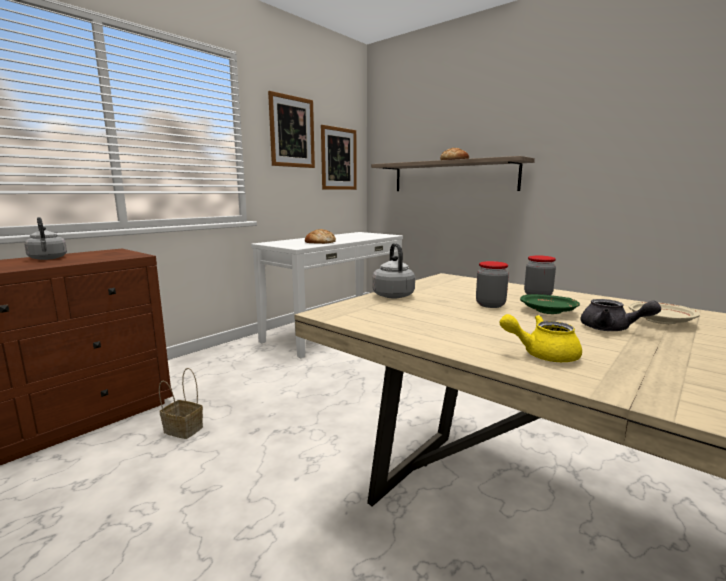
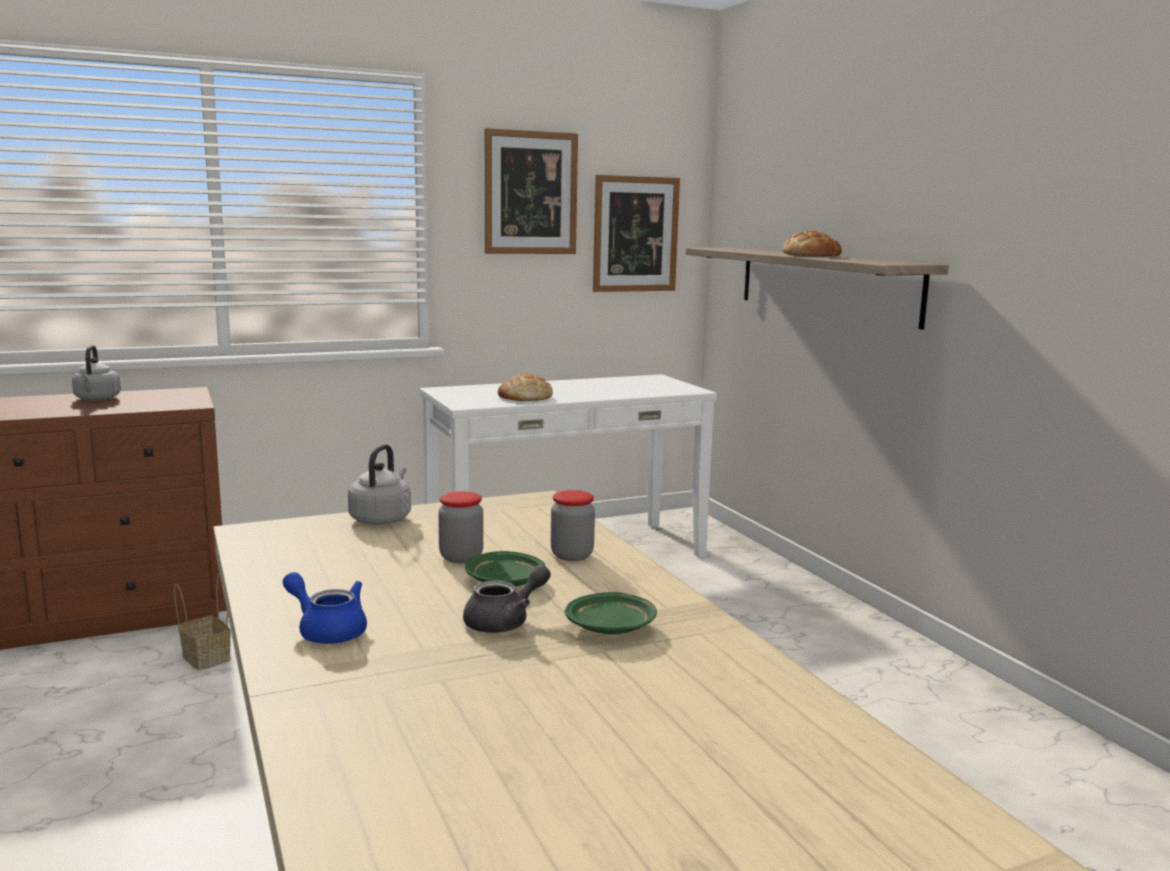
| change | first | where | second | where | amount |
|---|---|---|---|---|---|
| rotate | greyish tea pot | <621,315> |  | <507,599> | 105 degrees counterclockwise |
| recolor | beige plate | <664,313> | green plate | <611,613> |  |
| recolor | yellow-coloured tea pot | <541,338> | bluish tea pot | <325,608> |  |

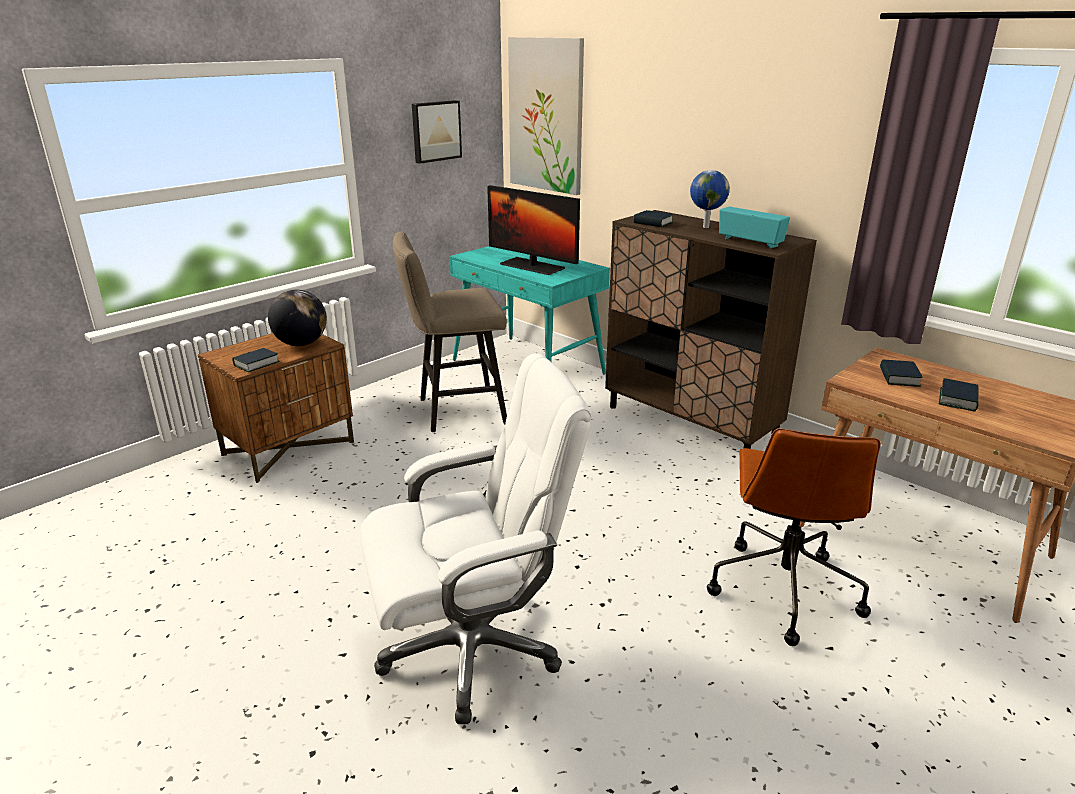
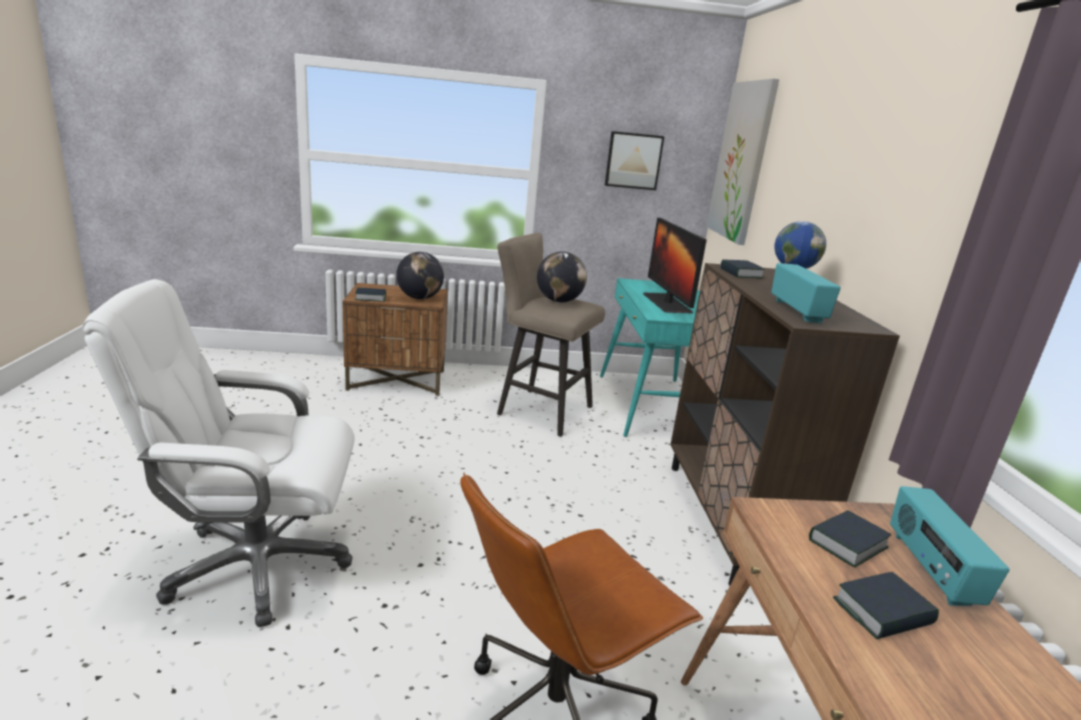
| change | first | where | second | where | amount |
|---|---|---|---|---|---|
| rotate | white computer chair | <475,538> |  | <218,453> | 150 degrees clockwise |
| insert |  |  | globe | <562,277> |  |
| insert |  |  | radio | <950,546> |  |

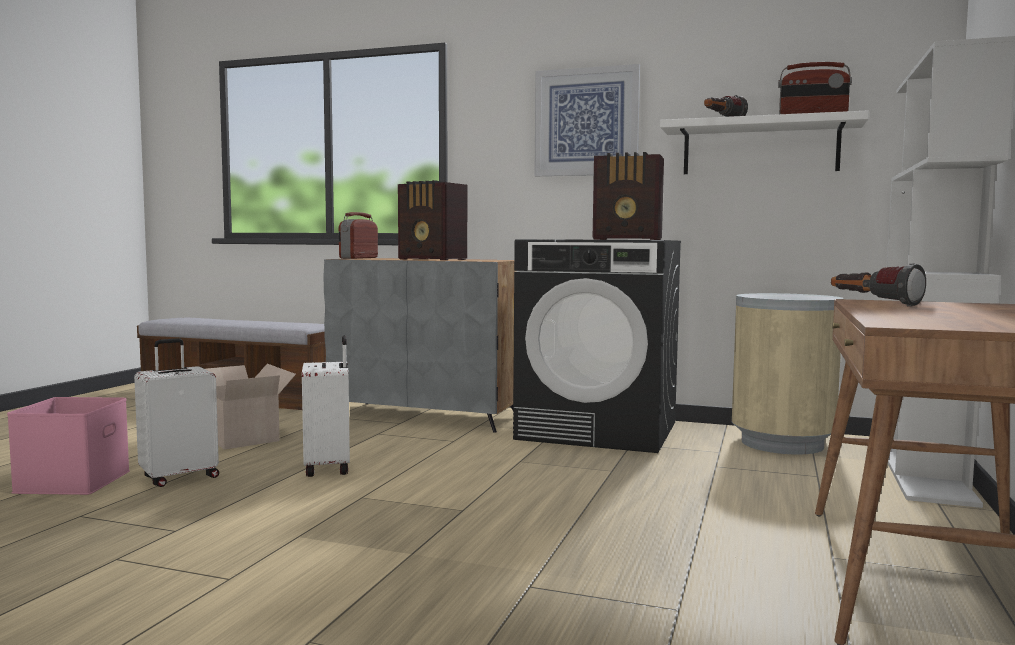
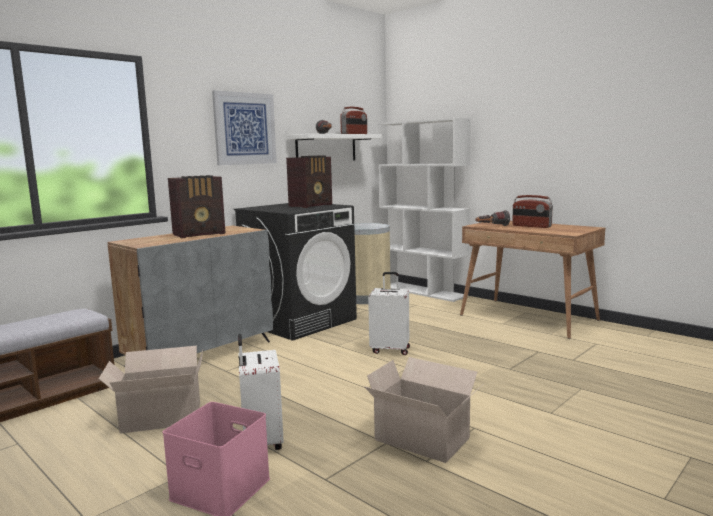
| change | first | where | second | where | amount |
|---|---|---|---|---|---|
| move | radio | <358,235> |  | <532,211> |  |
| move | white suitcase | <326,406> |  | <389,313> |  |
| insert |  |  | carton | <423,410> |  |

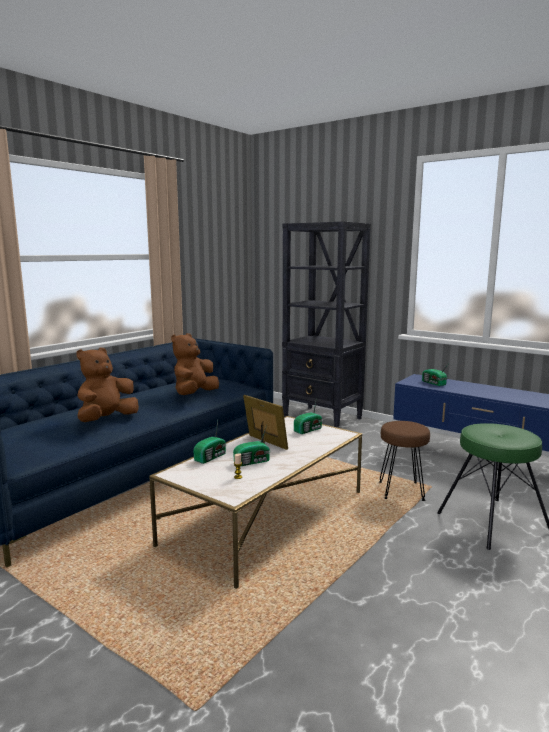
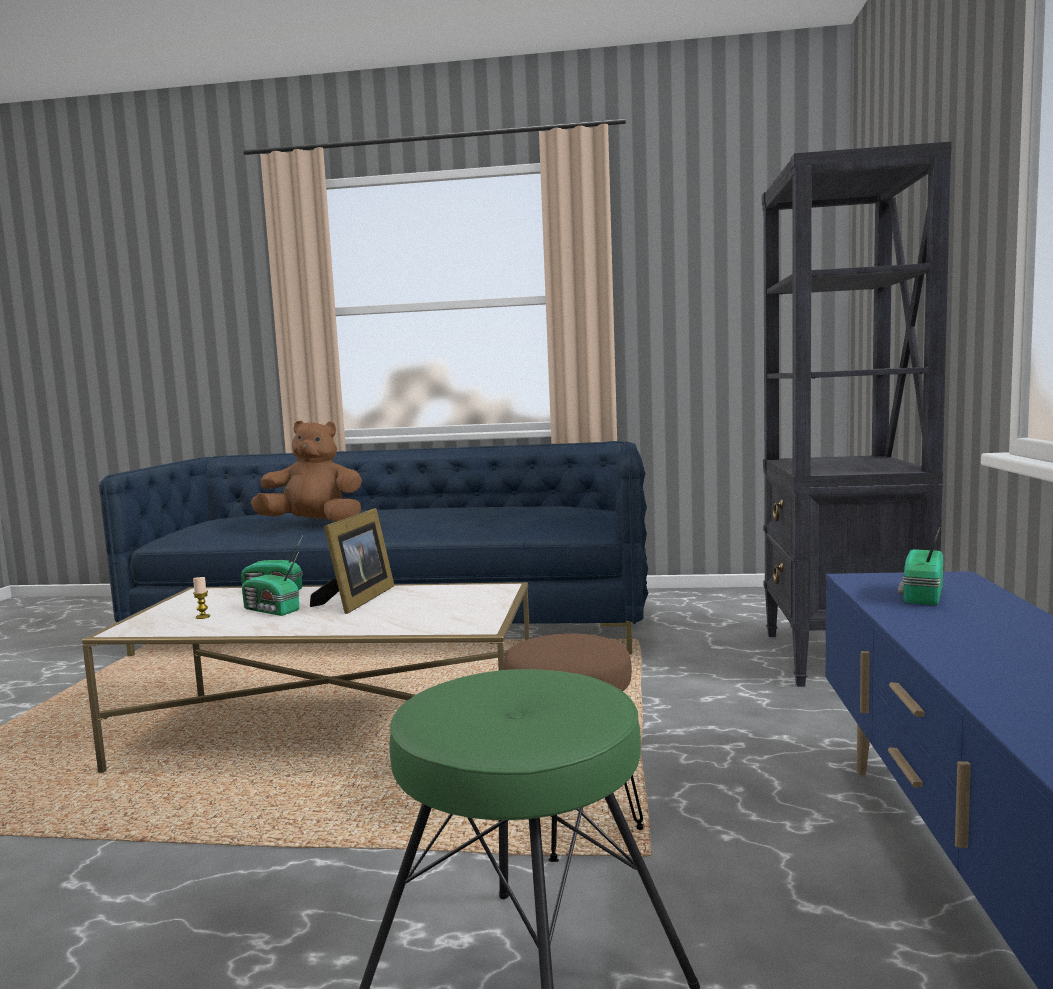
| change | first | where | second | where | amount |
|---|---|---|---|---|---|
| delete | brown-coloured soft toy | <195,364> |  |  |  |
| delete | radio | <308,418> |  |  |  |

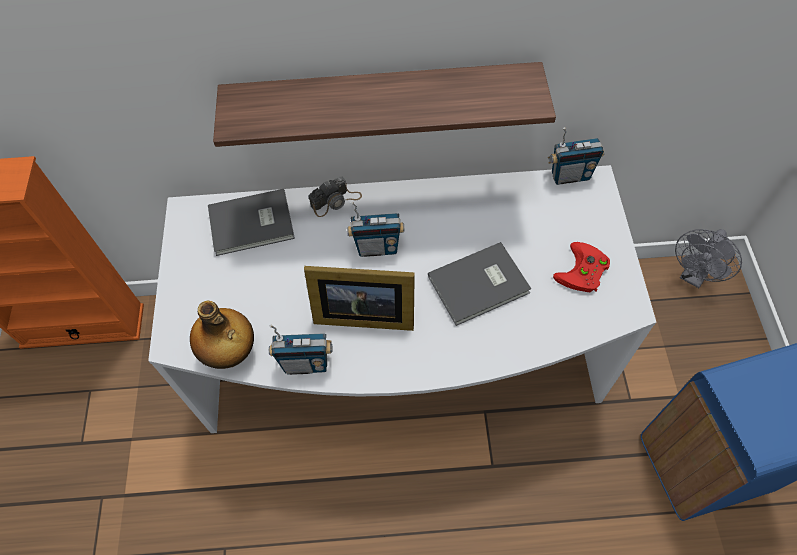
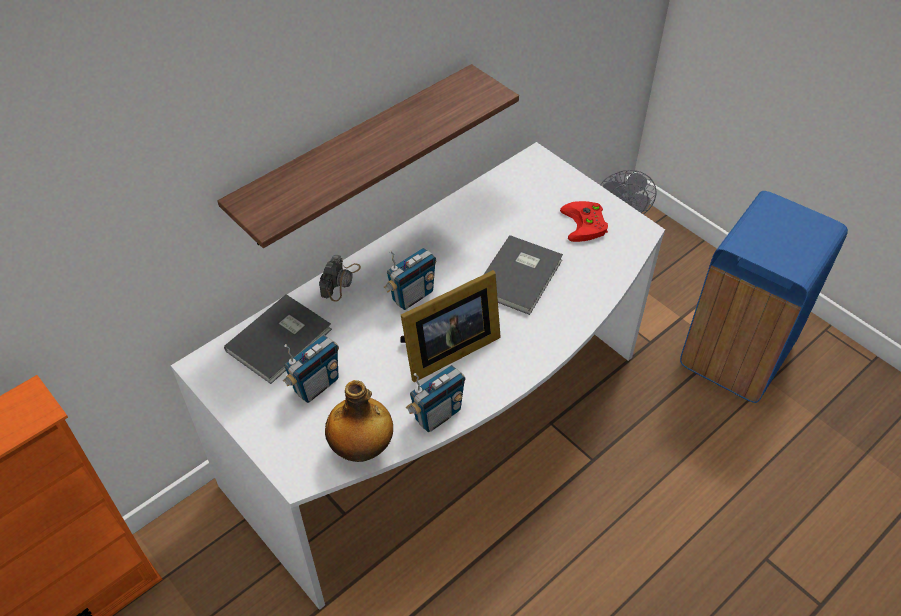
| change | first | where | second | where | amount |
|---|---|---|---|---|---|
| move | radio | <576,156> |  | <311,369> |  |

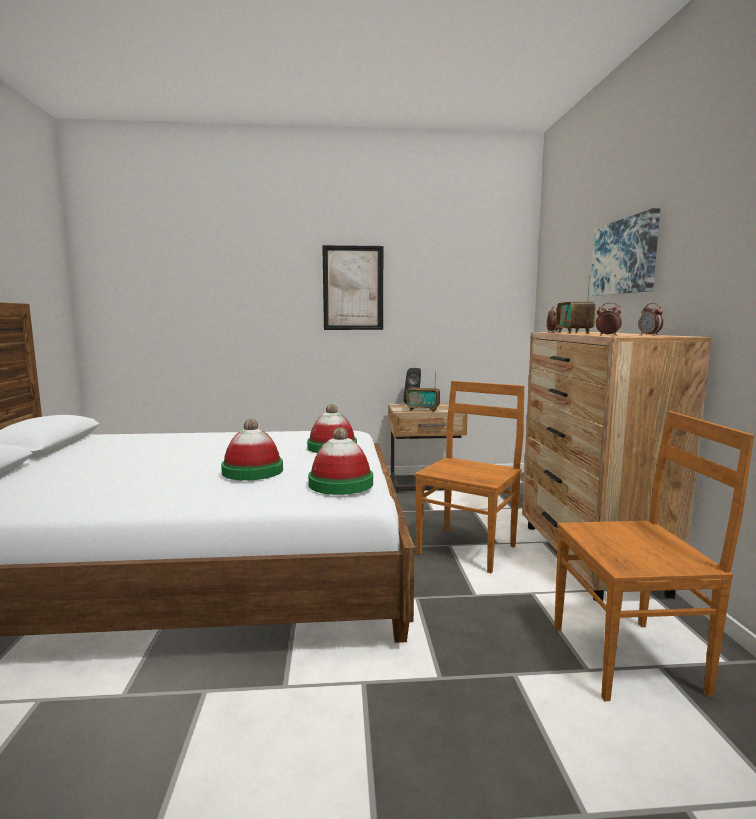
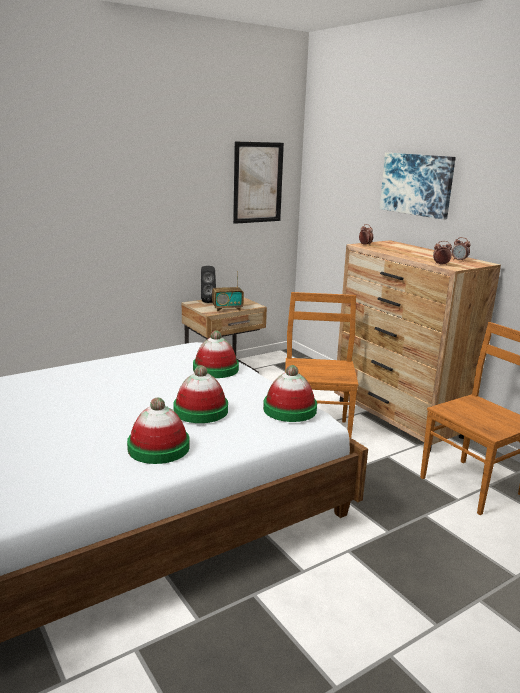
| change | first | where | second | where | amount |
|---|---|---|---|---|---|
| move | wall art | <352,287> |  | <258,183> |  |
| delete | radio | <576,304> |  |  |  |
| insert |  |  | wearable hat | <158,431> |  |

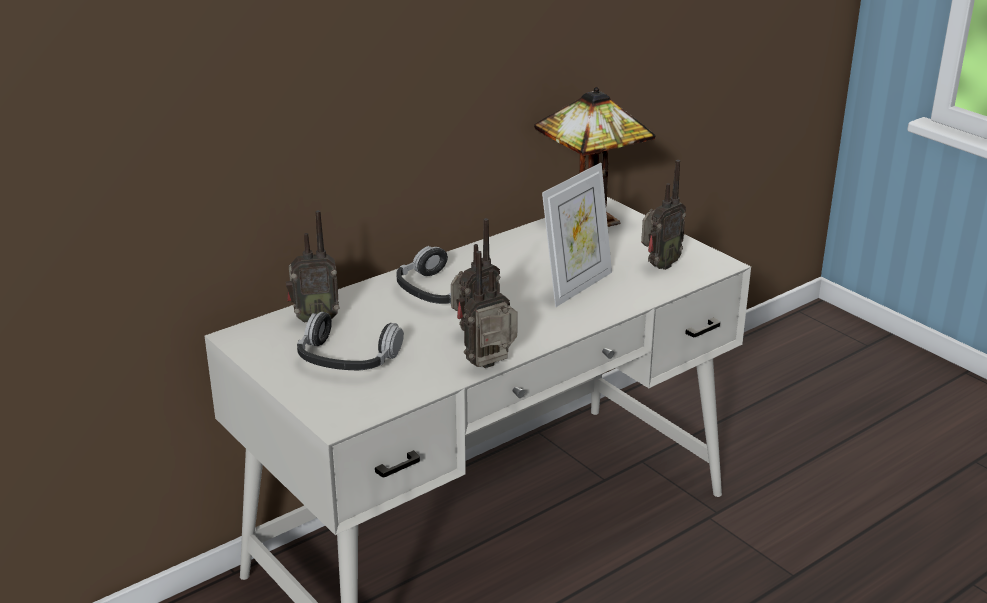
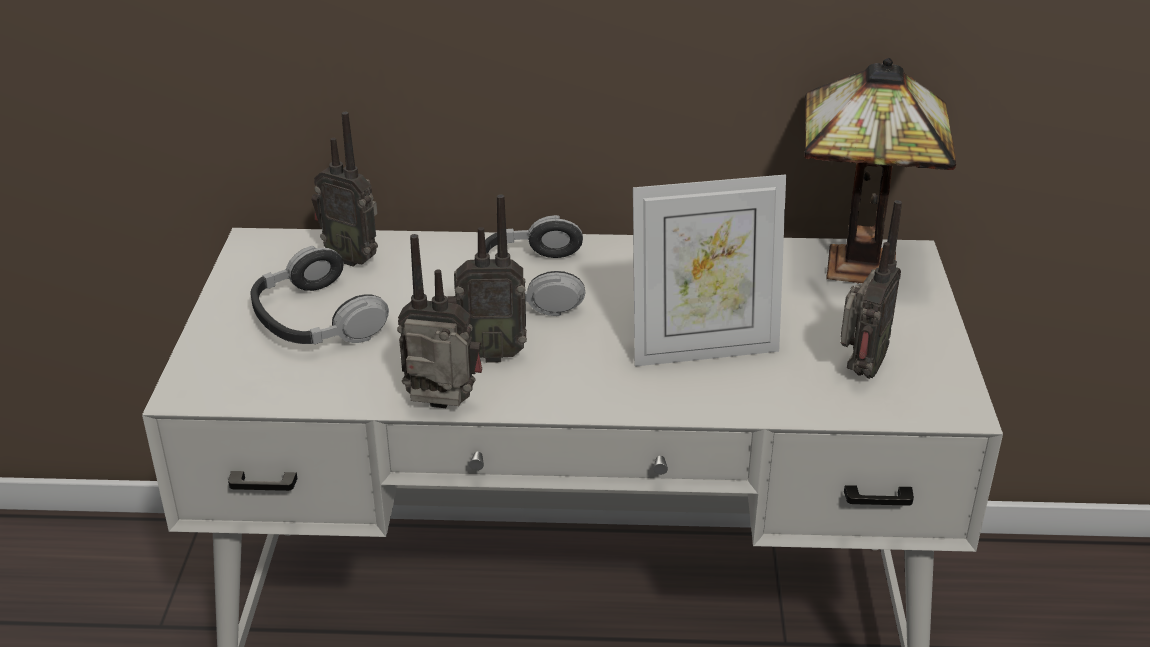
| change | first | where | second | where | amount |
|---|---|---|---|---|---|
| rotate | radio | <663,215> |  | <871,289> | 60 degrees counterclockwise |

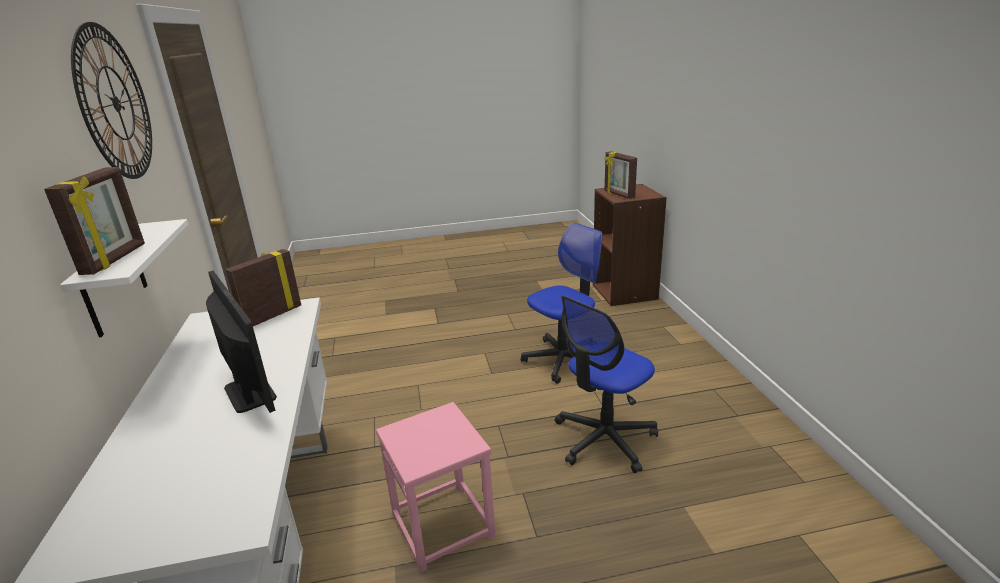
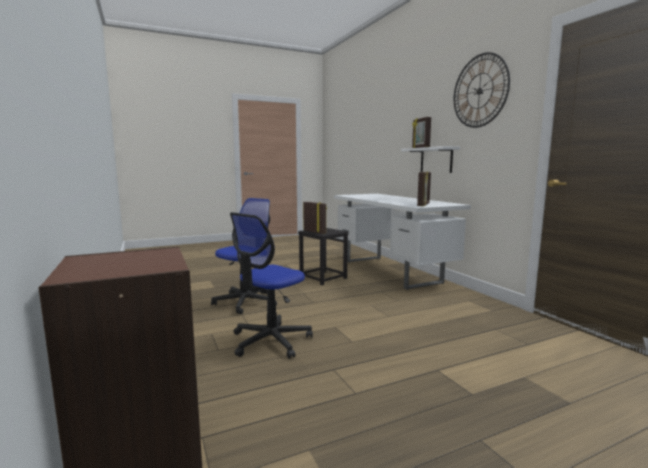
| change | first | where | second | where | amount |
|---|---|---|---|---|---|
| move | photo frame | <620,175> |  | <315,218> |  |
| delete | monitor | <241,342> |  |  |  |
| recolor | pink stool | <436,487> | blackish stool | <323,256> |  |

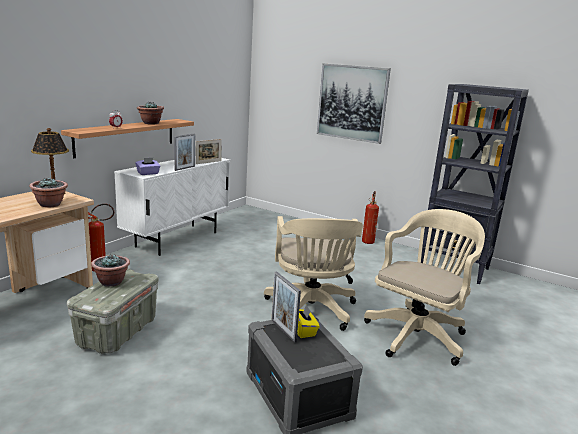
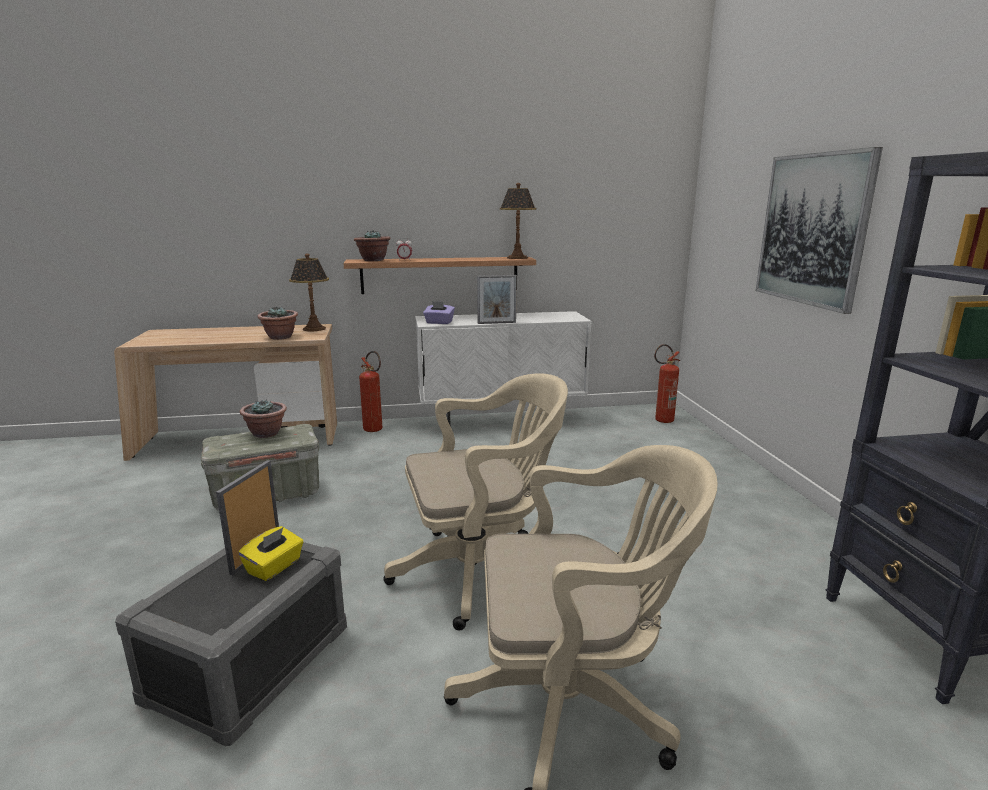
| change | first | where | second | where | amount |
|---|---|---|---|---|---|
| move | plant in a pot | <150,113> |  | <372,245> |  |
| delete | photo frame | <208,151> |  |  |  |
| move | fire-fighting cylinder | <370,217> |  | <667,383> |  |
| rotate | beige computer chair | <313,273> |  | <476,501> | 150 degrees counterclockwise |
| insert |  |  | tabletop lamp | <518,221> |  |

